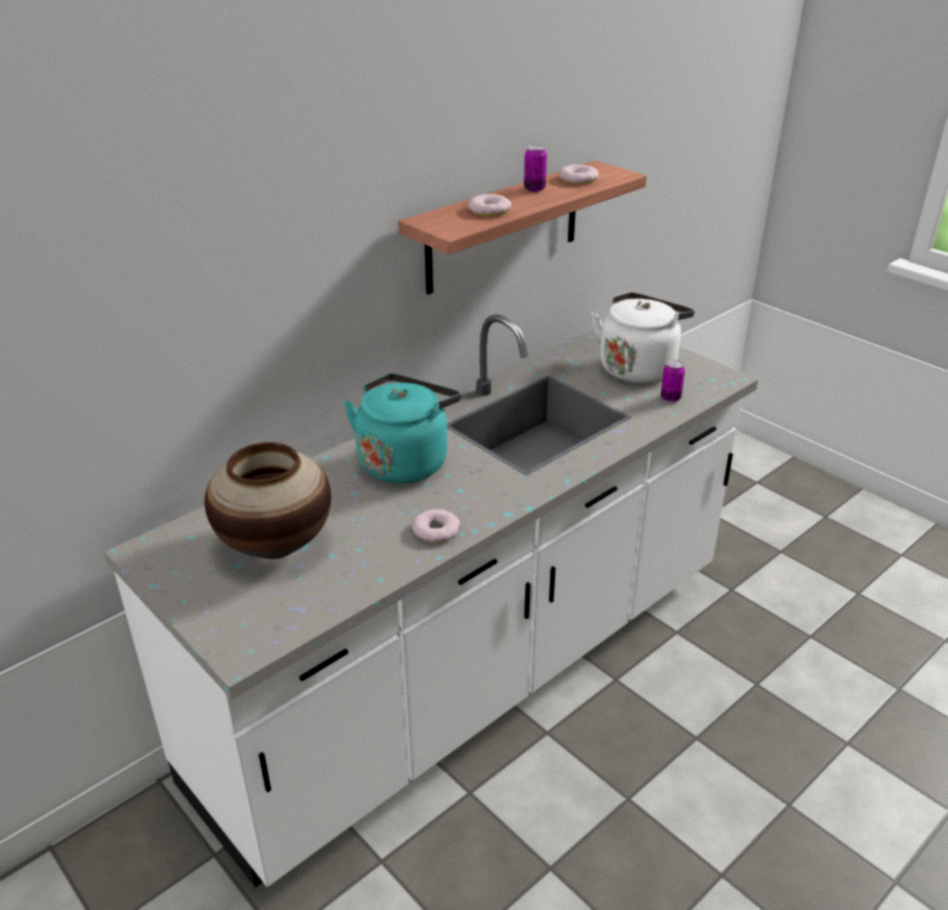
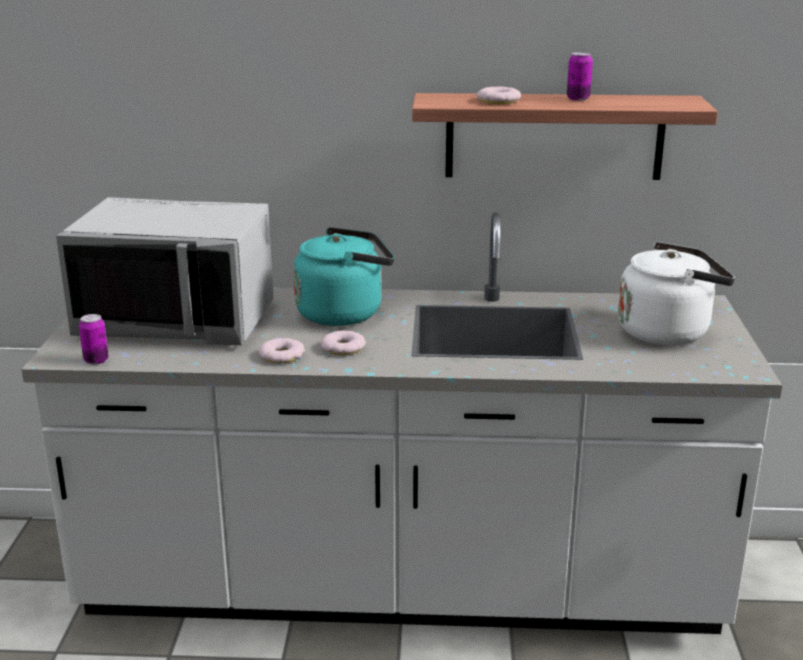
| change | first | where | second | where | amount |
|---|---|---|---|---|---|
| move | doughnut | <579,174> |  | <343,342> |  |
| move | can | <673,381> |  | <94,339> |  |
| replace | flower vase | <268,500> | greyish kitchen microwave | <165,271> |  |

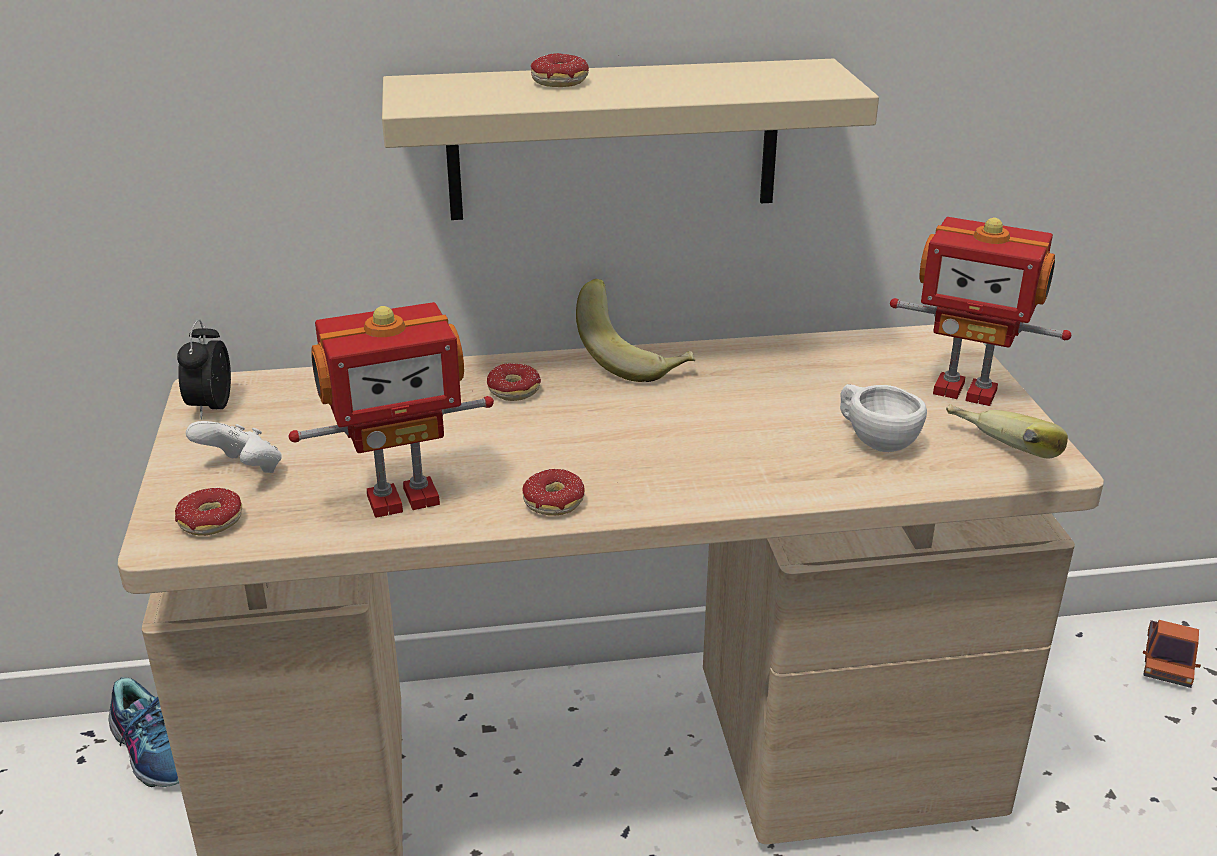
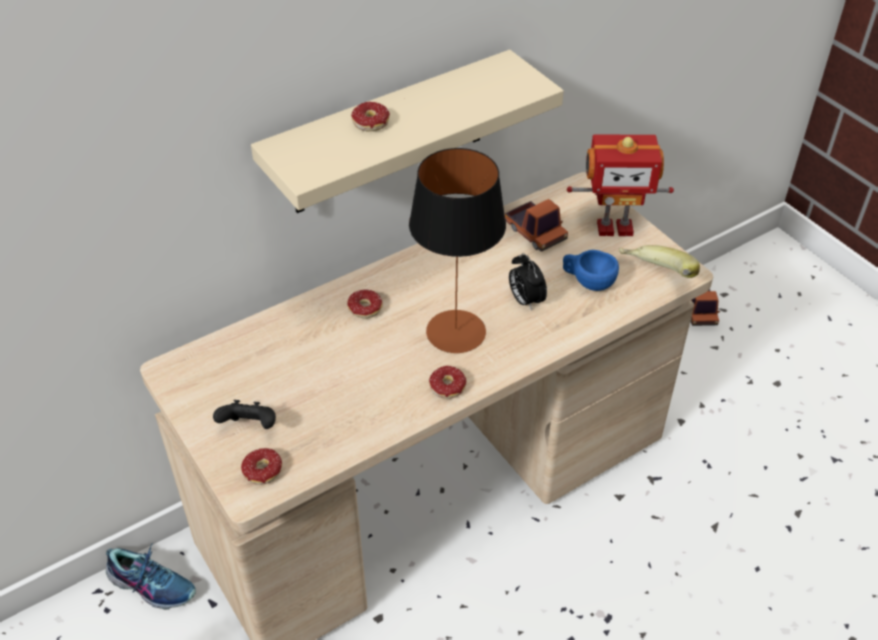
| change | first | where | second | where | amount |
|---|---|---|---|---|---|
| delete | banana fruit | <635,330> |  |  |  |
| delete | robot figure | <391,410> |  |  |  |
| move | alarm clock | <204,369> |  | <528,282> |  |
| recolor | white small cup | <883,418> | bluish small cup | <591,270> |  |
| recolor | white gamepad | <234,447> | blackish gamepad | <244,414> |  |
| insert |  |  | tabletop lamp | <457,250> |  |
| insert |  |  | model truck | <536,225> |  |

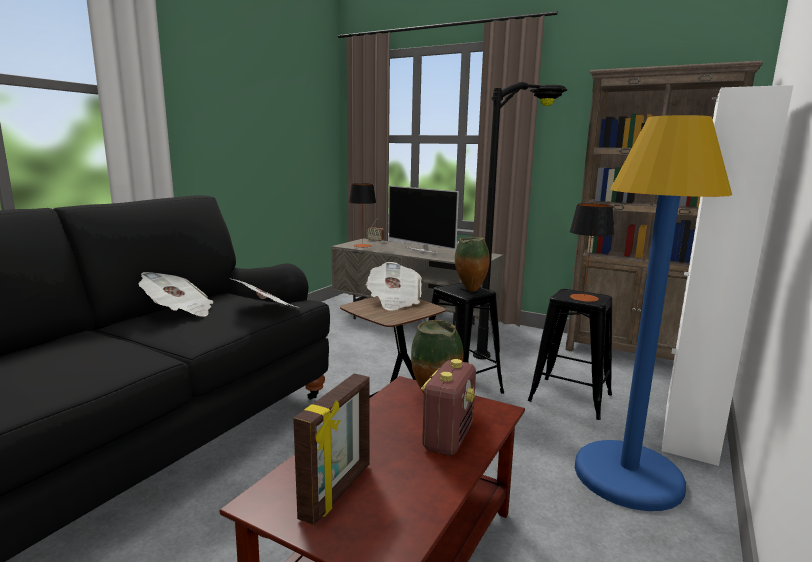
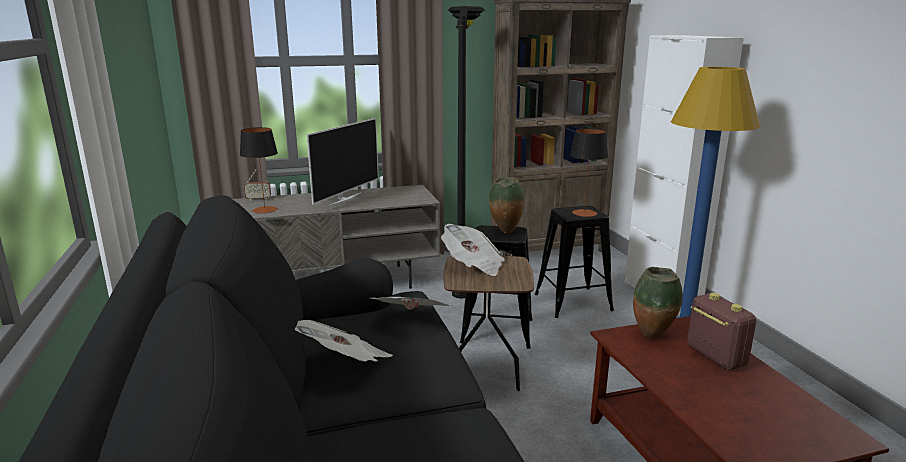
| change | first | where | second | where | amount |
|---|---|---|---|---|---|
| rotate | television | <423,219> |  | <343,162> | 60 degrees counterclockwise |
| delete | photo frame | <331,449> |  |  |  |

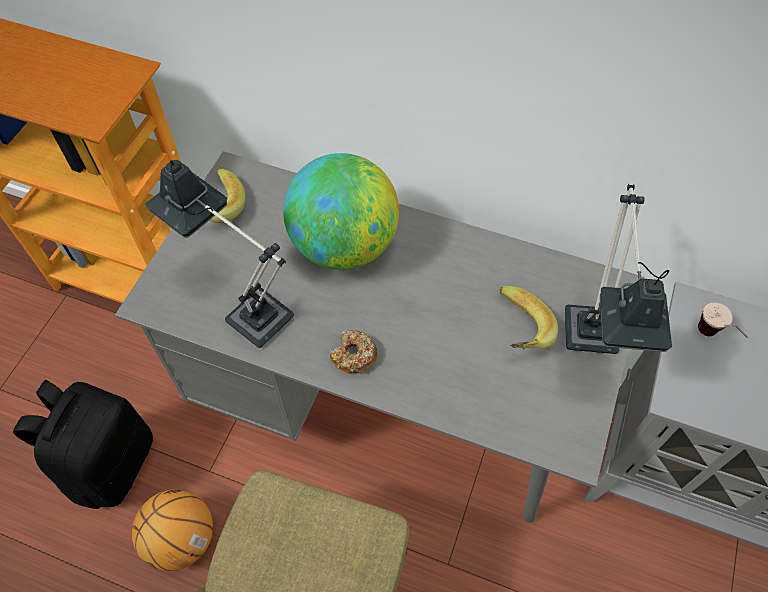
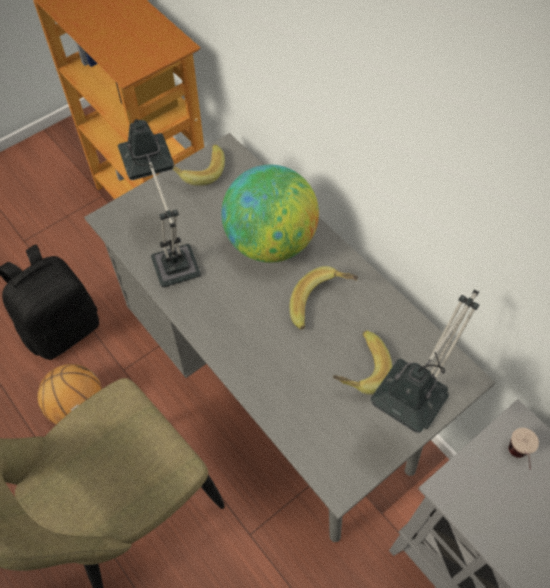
| change | first | where | second | where | amount |
|---|---|---|---|---|---|
| delete | doughnut | <354,351> |  |  |  |
| insert |  |  | banana fruit | <324,298> |  |

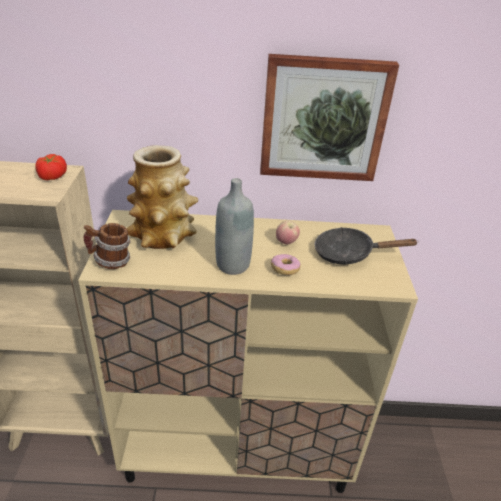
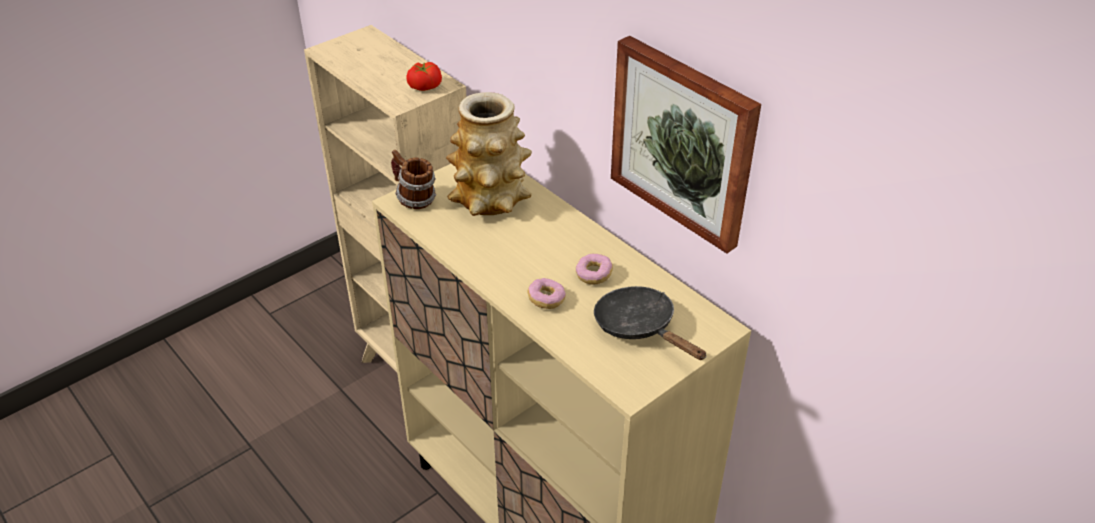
| change | first | where | second | where | amount |
|---|---|---|---|---|---|
| delete | greyish beverage bottle | <234,226> |  |  |  |
| replace | apple | <288,232> | doughnut | <594,269> |  |

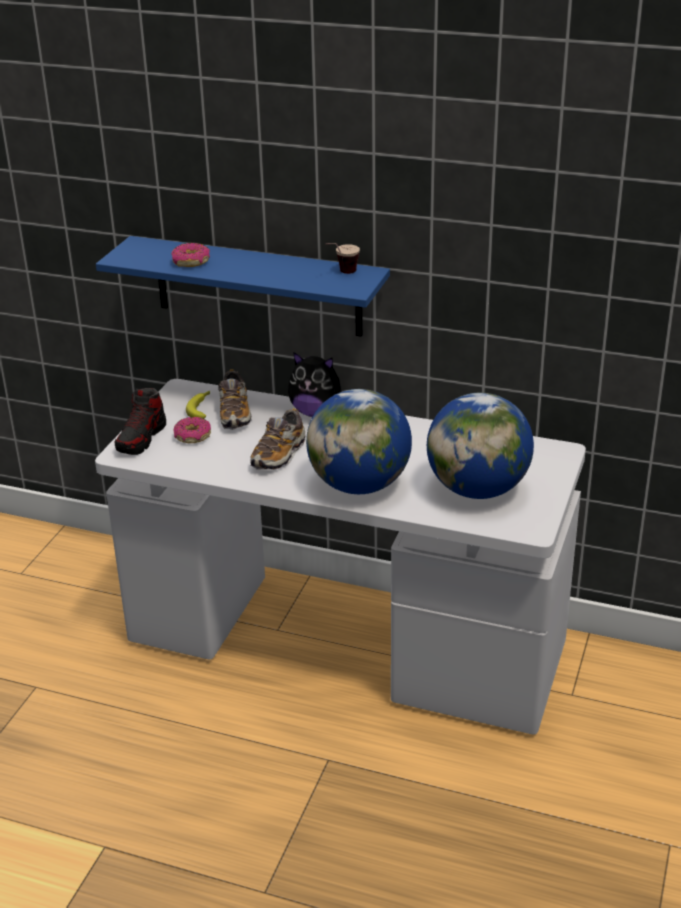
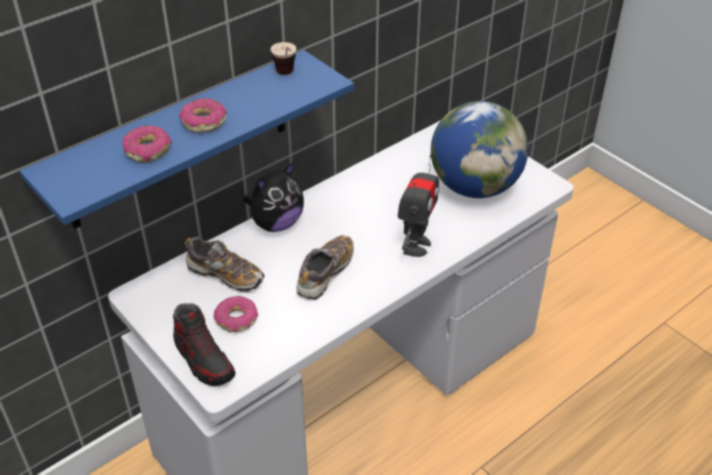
| change | first | where | second | where | amount |
|---|---|---|---|---|---|
| replace | globe | <359,441> | robot figure | <418,206> |  |
| delete | banana fruit | <198,404> |  |  |  |
| rotate | low shoe | <278,439> |  | <325,267> | 120 degrees counterclockwise |
| insert |  |  | doughnut | <203,115> |  |

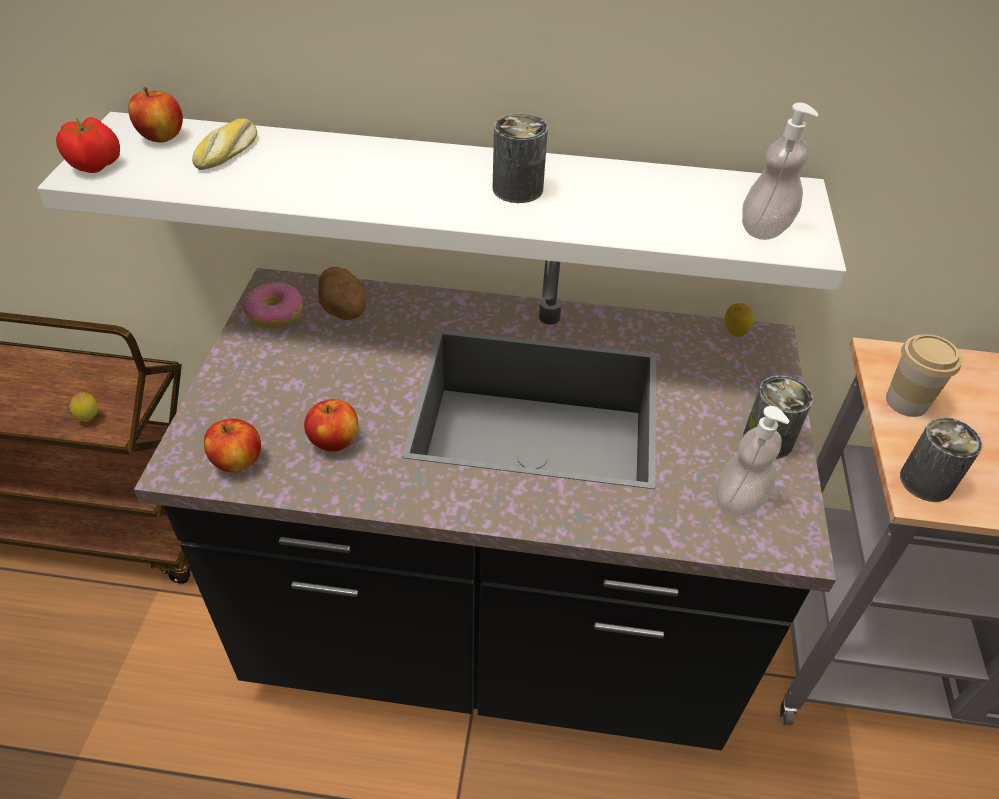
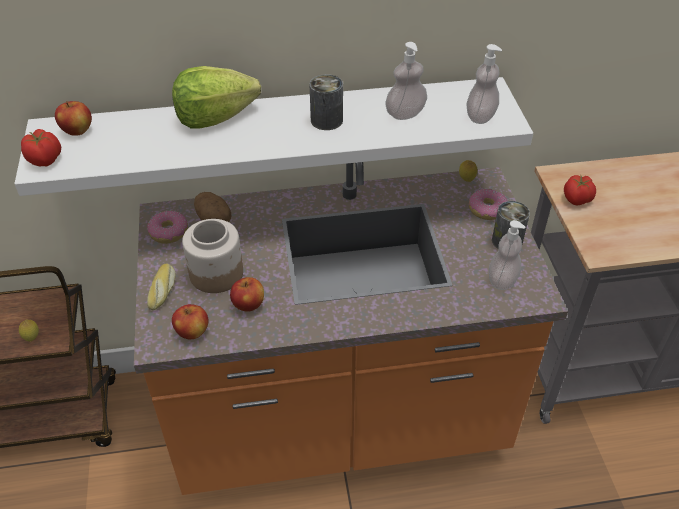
| change | first | where | second | where | amount |
|---|---|---|---|---|---|
| move | bakery bread | <224,144> |  | <161,287> |  |
| recolor | blackish counter | <485,505> | orange-coloured counter | <351,328> |  |
| replace | small cup | <924,375> | tomato | <580,189> |  |
| delete | can | <941,459> |  |  |  |
| insert |  |  | soap bottle | <406,81> |  |
| insert |  |  | head of lettuce | <216,97> |  |
| insert |  |  | doughnut | <488,204> |  |
| insert |  |  | storage jar | <212,256> |  |

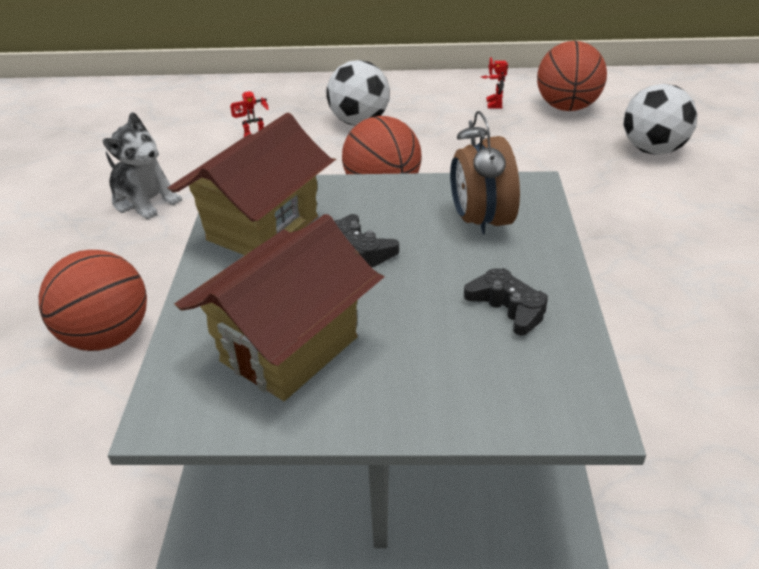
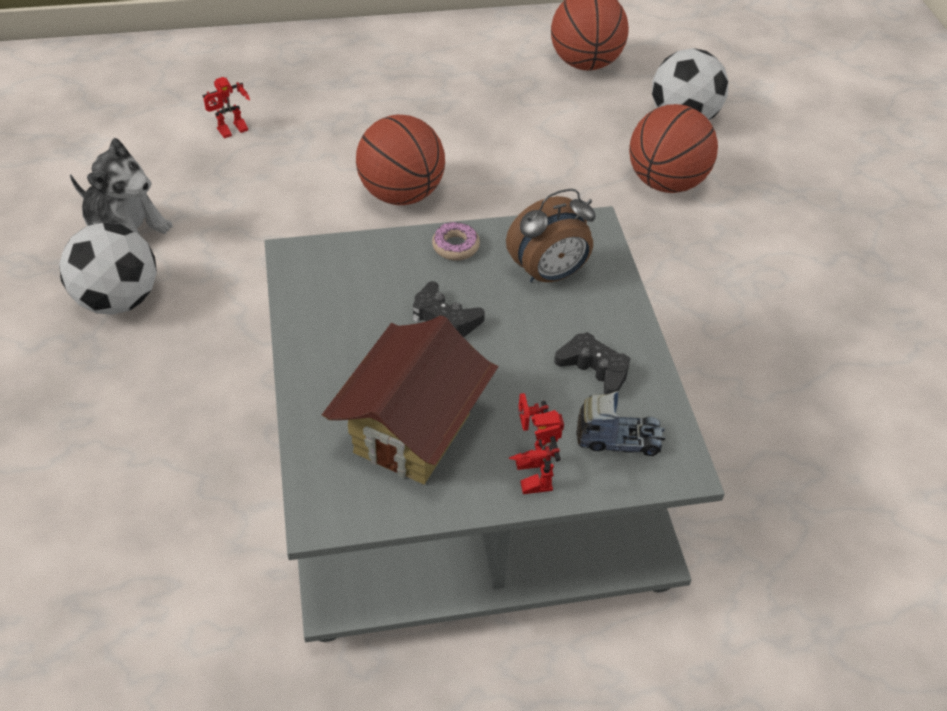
| change | first | where | second | where | amount |
|---|---|---|---|---|---|
| move | robot figure | <494,83> |  | <536,443> |  |
| move | football | <358,93> |  | <108,268> |  |
| rotate | alarm clock | <485,172> |  | <551,235> | 90 degrees counterclockwise |
| delete | toy house | <251,184> |  |  |  |
| move | basketball | <93,300> |  | <673,148> |  |
| insert |  |  | doughnut | <456,241> |  |
| insert |  |  | model truck | <620,424> |  |

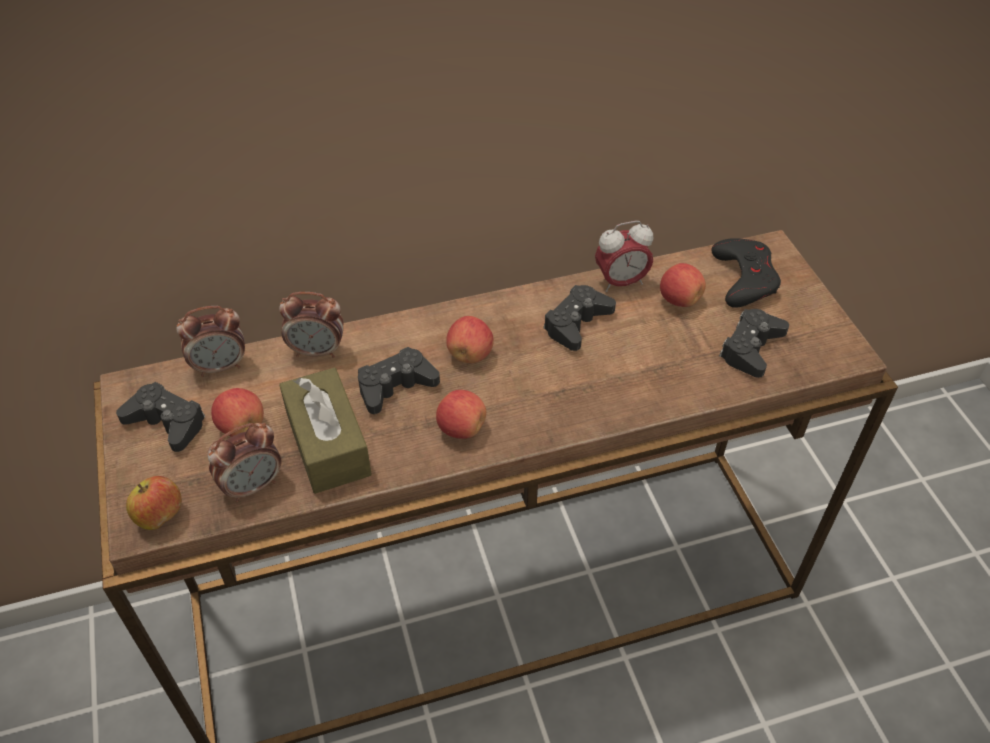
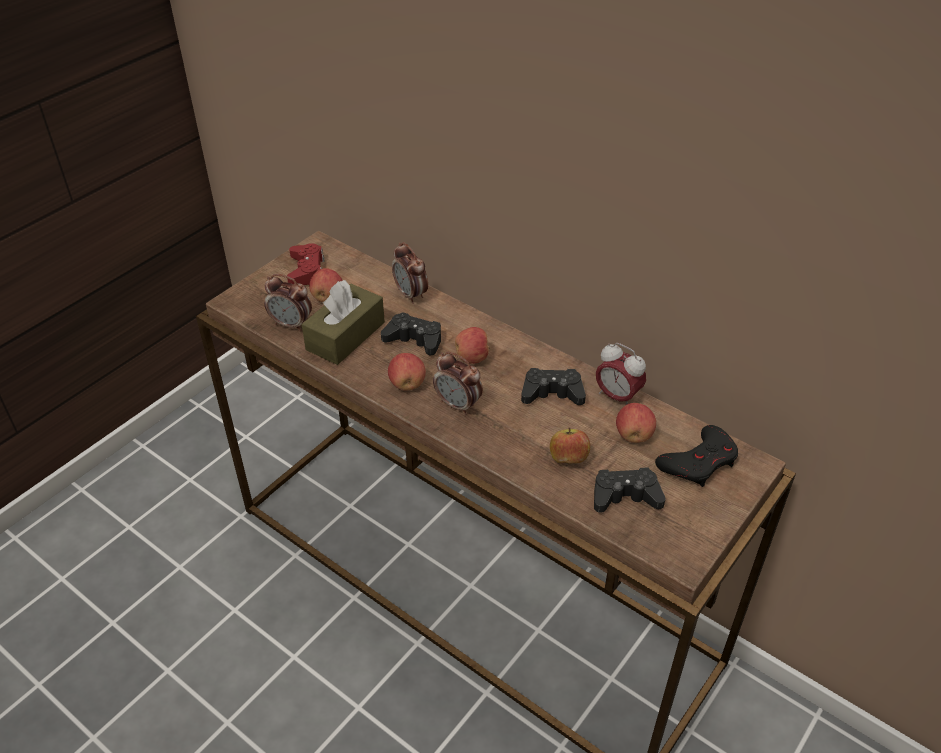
| change | first | where | second | where | amount |
|---|---|---|---|---|---|
| move | alarm clock | <211,341> |  | <458,383> |  |
| recolor | blackish gamepad | <161,417> | red-coloured gamepad | <306,264> |  |
| move | apple | <154,503> |  | <570,446> |  |

